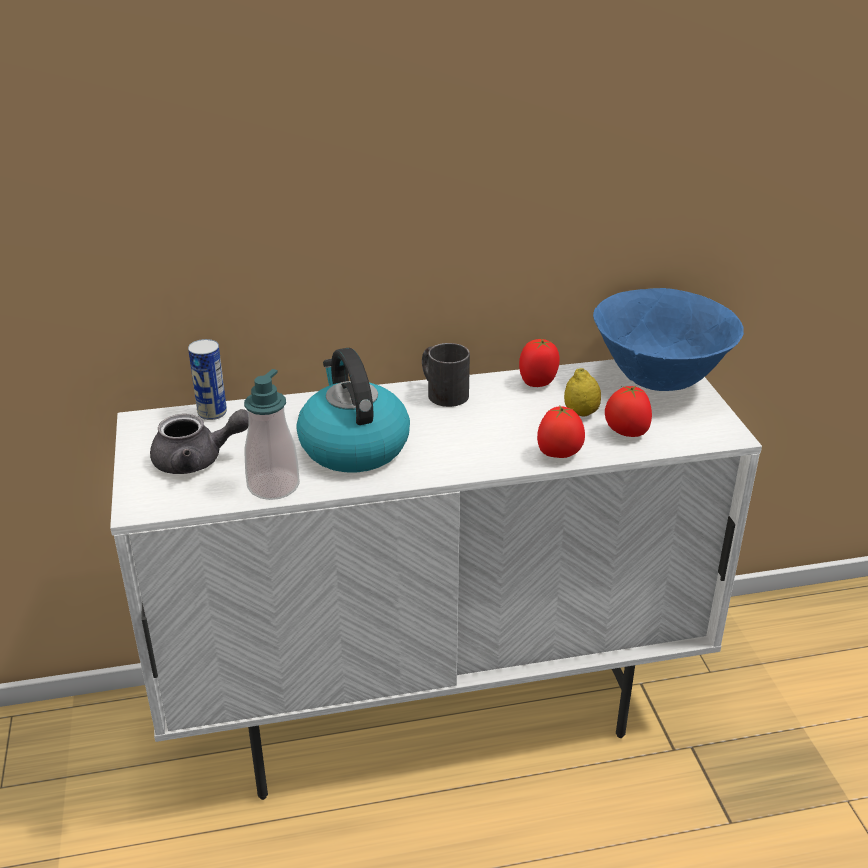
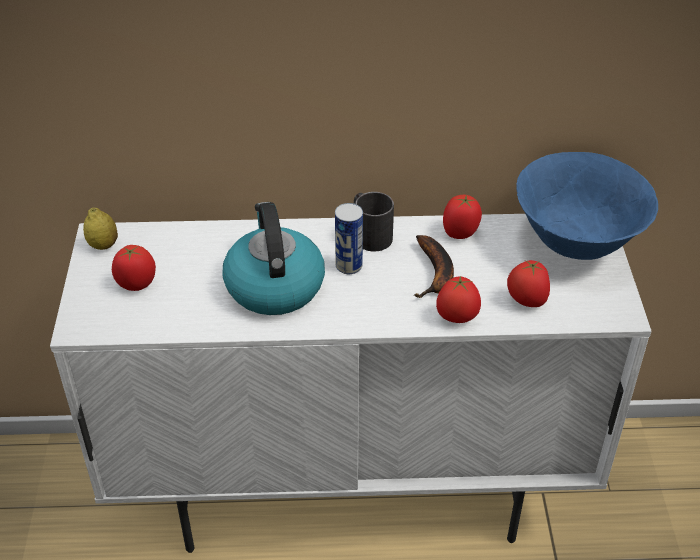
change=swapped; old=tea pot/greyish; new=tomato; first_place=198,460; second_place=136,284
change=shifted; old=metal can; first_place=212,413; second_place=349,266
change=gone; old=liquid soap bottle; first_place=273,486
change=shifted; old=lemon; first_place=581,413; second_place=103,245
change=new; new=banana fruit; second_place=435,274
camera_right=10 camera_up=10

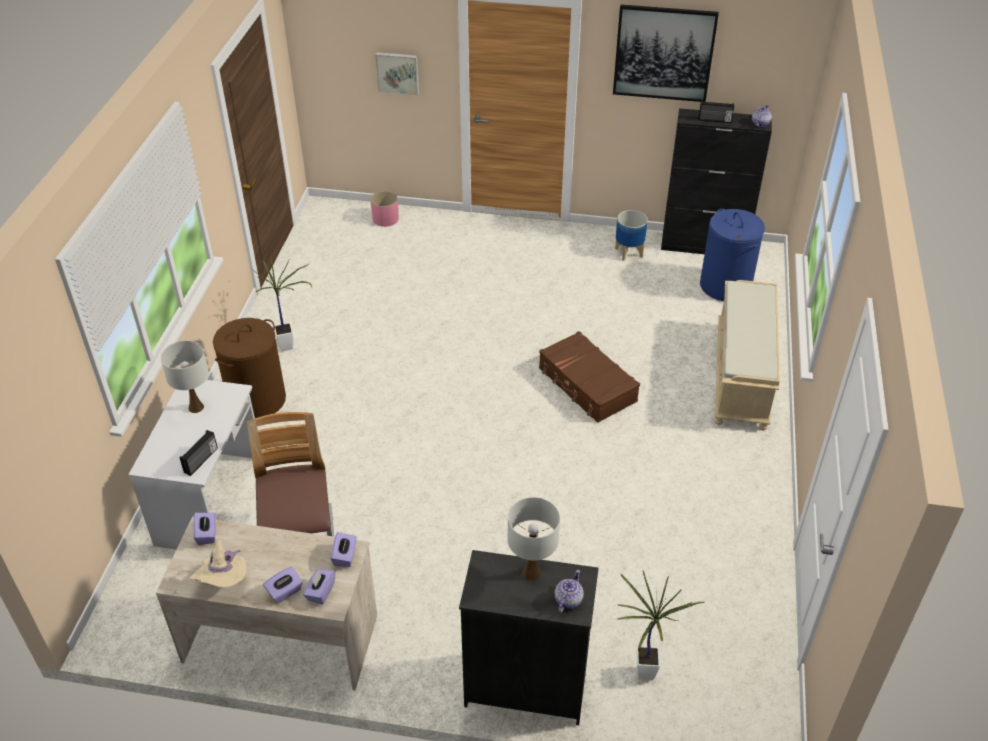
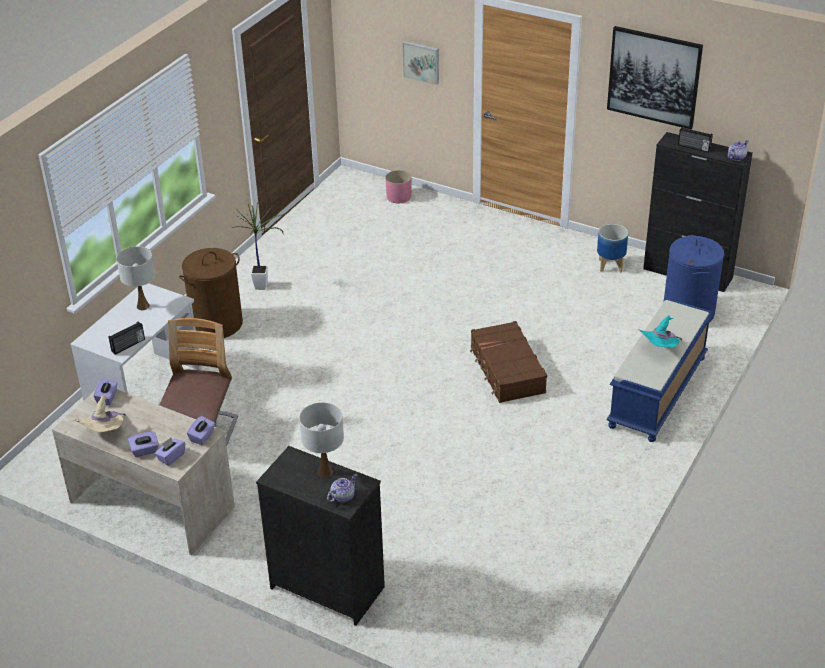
change=gone; old=potted plant; first_place=642,677
change=repainted; old=long seat/beige; new=long seat/bluish; first_place=742,376; second_place=658,392
change=new; new=wearable hat/blue-green; second_place=659,349
camera_right=20 camera_up=-5

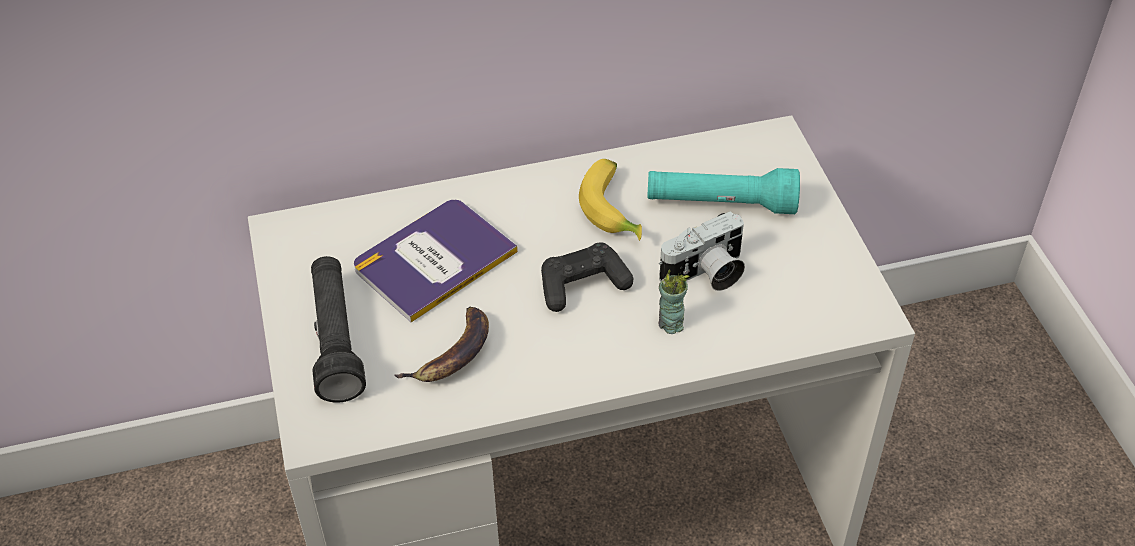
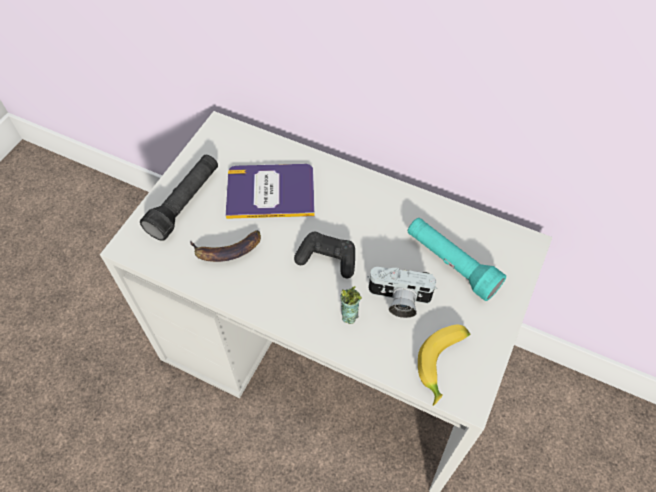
change=shifted; old=banana fruit; first_place=615,209; second_place=444,365
camera_right=40 camera_up=10

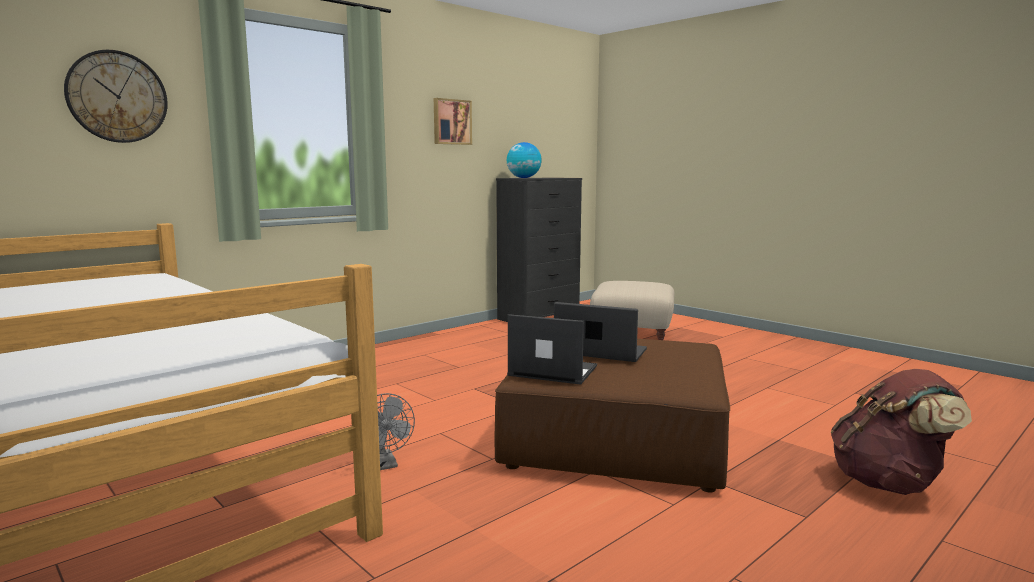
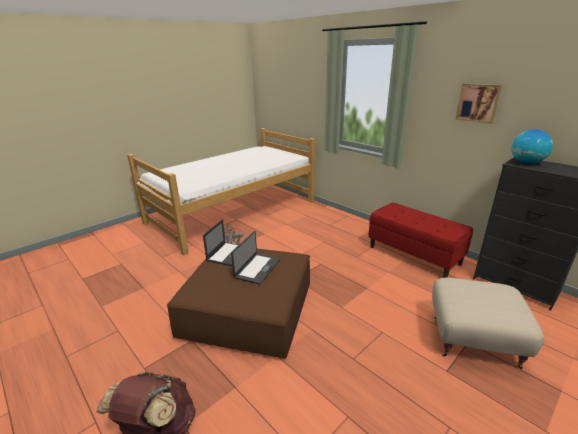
change=gone; old=hanging clock; first_place=117,97
change=new; new=long seat/red; second_place=414,255
camera_right=90 camera_up=15

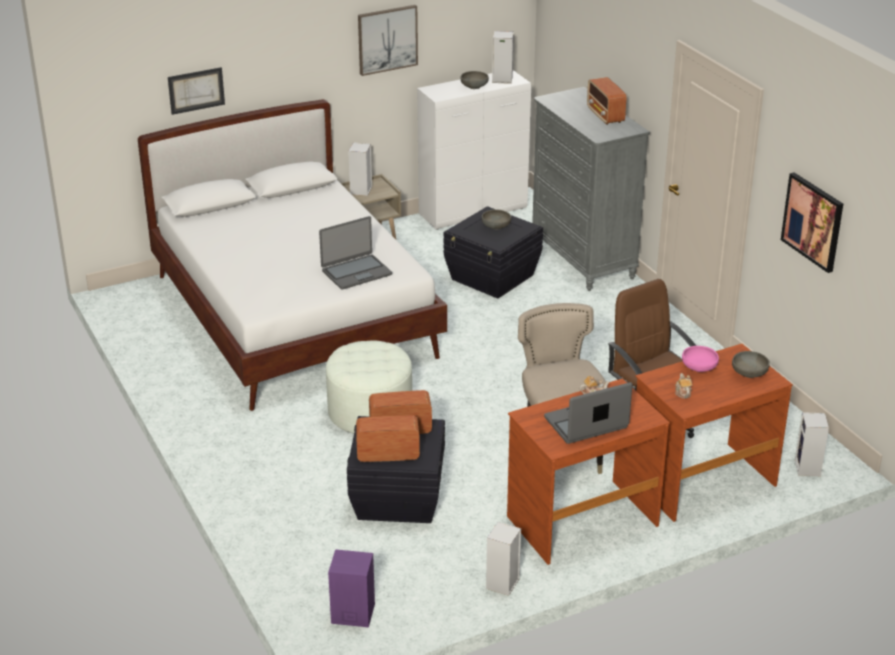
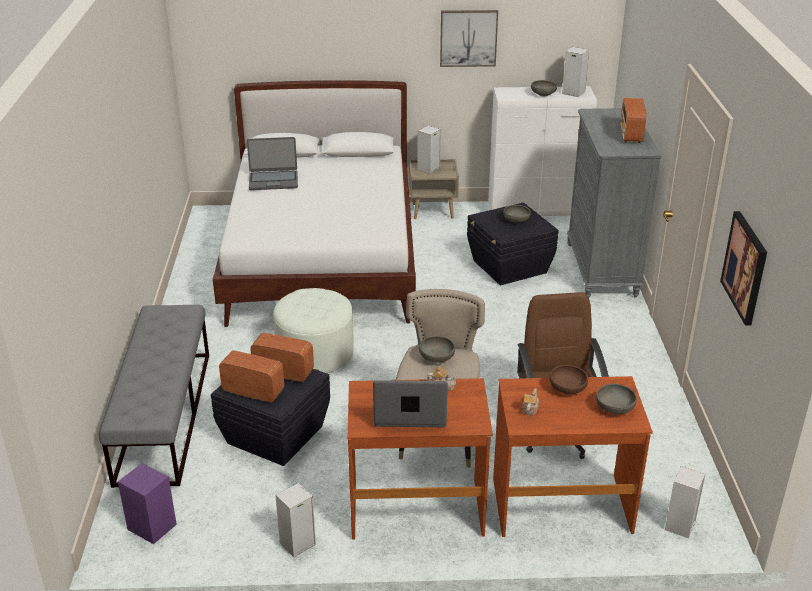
change=gone; old=wall picture; first_place=196,90
change=shifted; old=laptop; first_place=356,272; second_place=273,181
change=repainted; old=deep dish/pink-coloured; new=deep dish/brown-coloured; first_place=699,367; second_place=567,388
change=new; new=long seat/greyish; second_place=164,415
change=new; new=deep dish/greyish; second_place=436,358
camera_right=25 camera_up=0

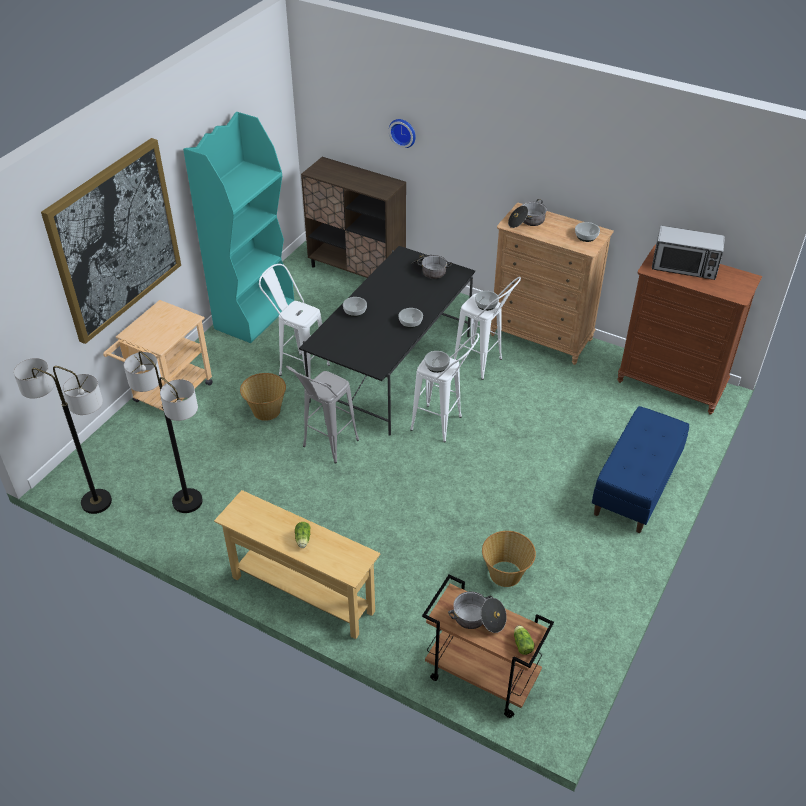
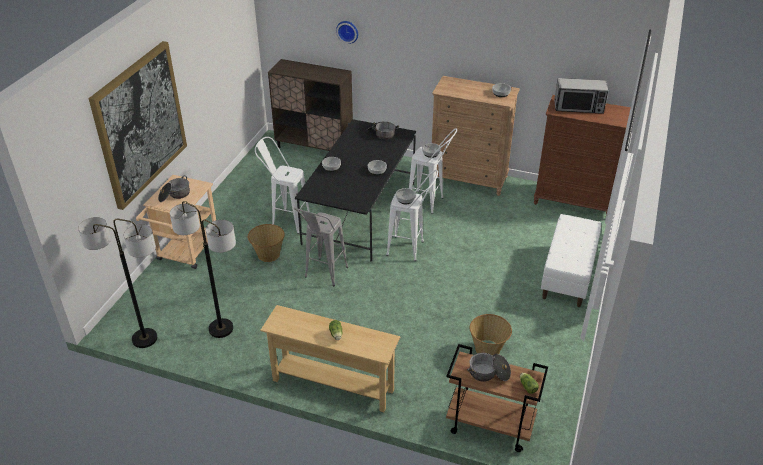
change=gone; old=bookshelf/blue-green; first_place=254,314
change=shifted; old=stockpot; first_place=527,221; second_place=174,195
change=repainted; old=long seat/bluish; new=long seat/whitish; first_place=636,487; second_place=568,275
camera_right=-10 camera_up=-5

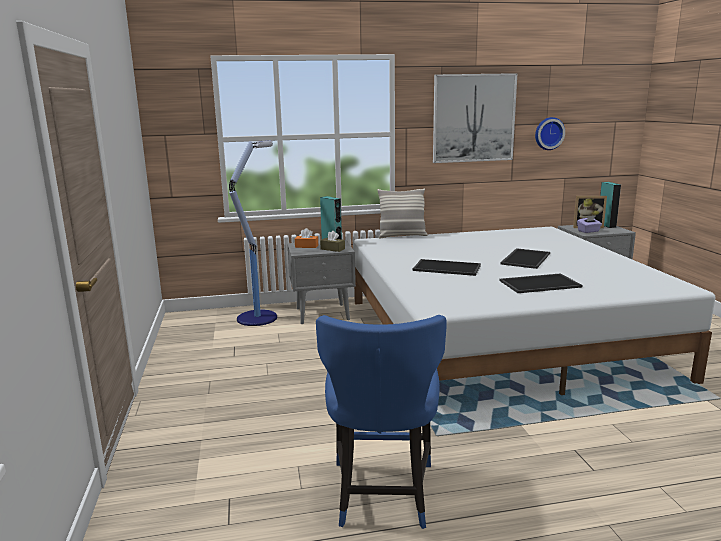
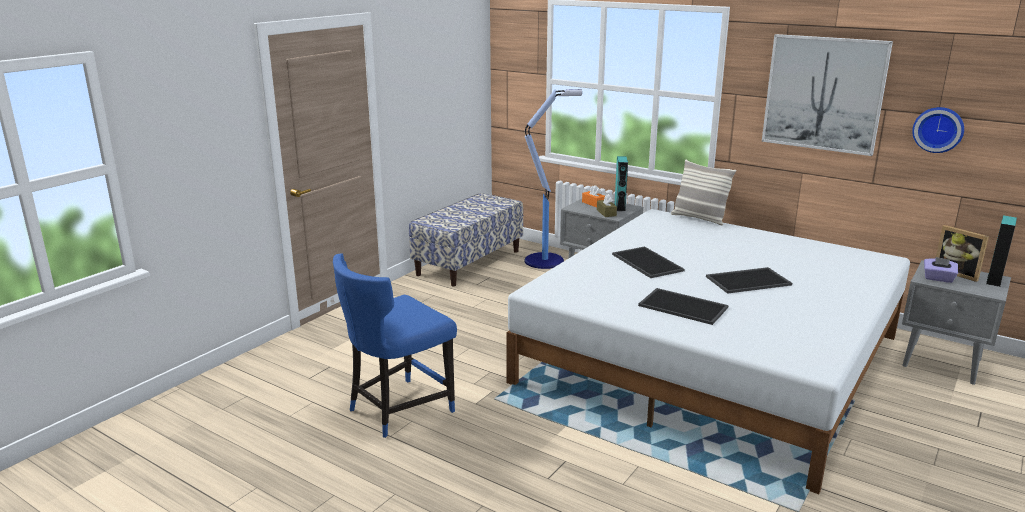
change=new; new=long seat; second_place=468,262
camera_right=45 camera_up=5

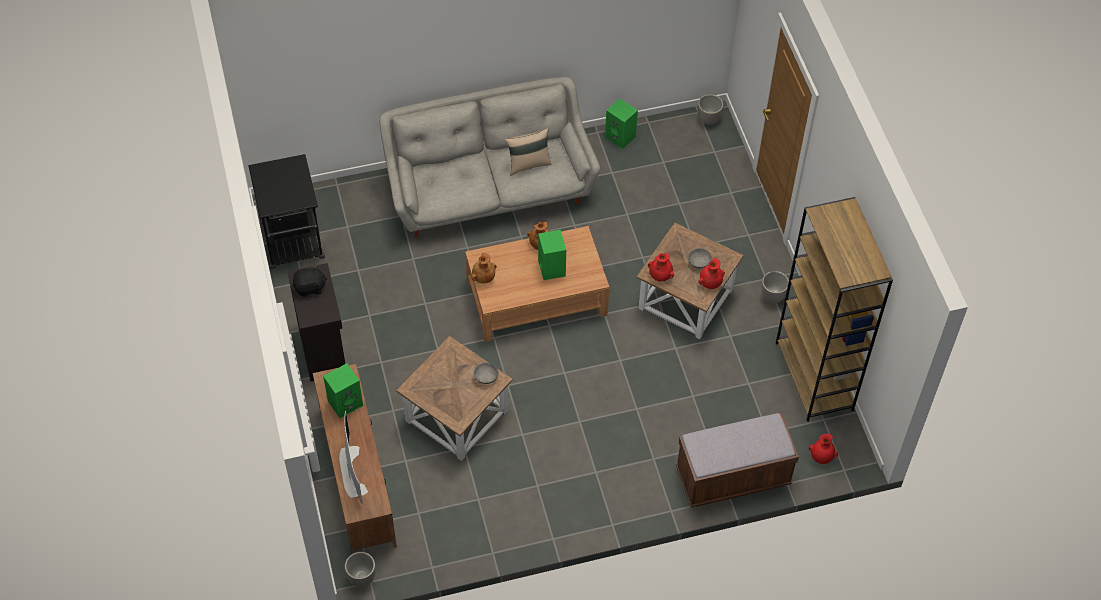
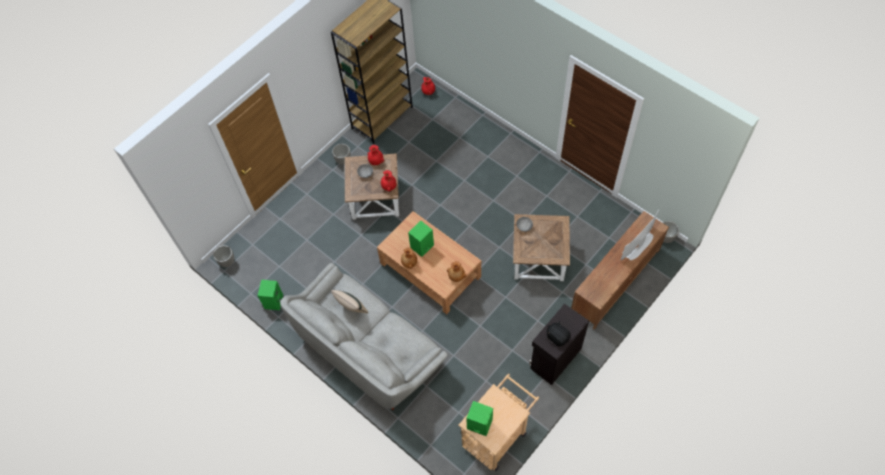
change=repainted; old=trolley/black; new=trolley/beige; first_place=294,245; second_place=497,434
change=shifted; old=speaker/greenish; first_place=345,402; second_place=479,424
change=gone; old=long seat/brown-coloured; first_place=732,477
camera_right=-120 camera_up=5

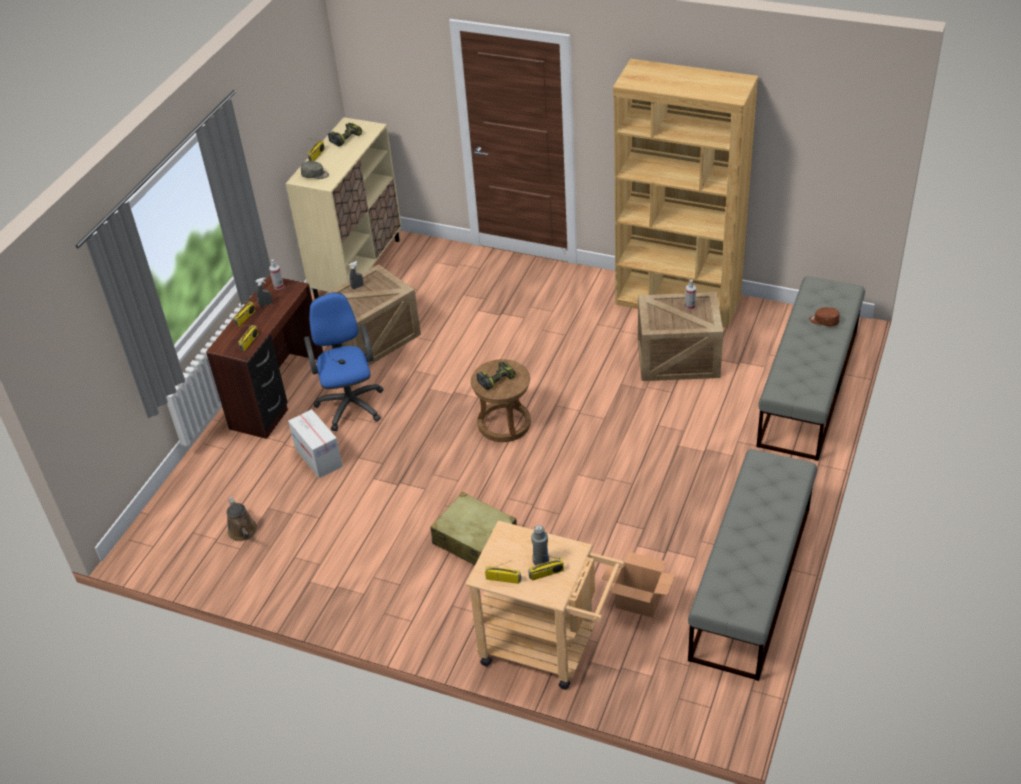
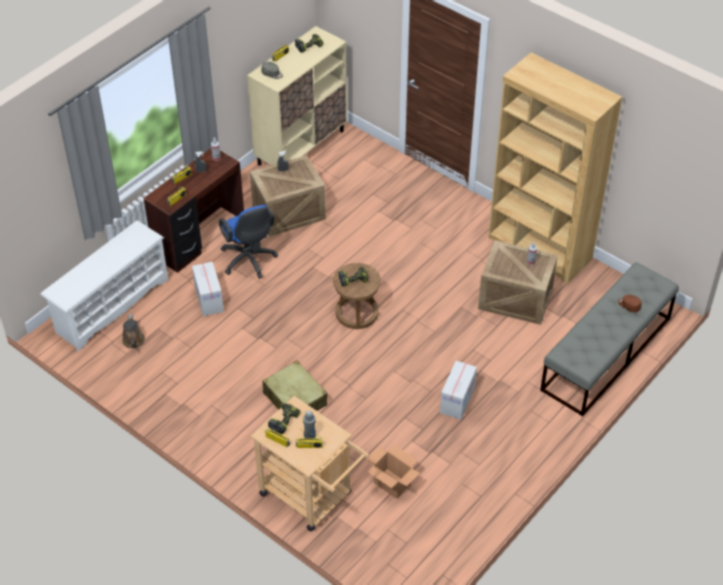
change=rotated; old=computer chair/bluish; first_place=350,403; second_place=249,261; degrees=150
change=gone; old=long seat/greyish; first_place=751,582
change=new; new=shoe stand/whitish; second_place=111,305
change=new; new=drill; second_place=283,420
change=new; new=cardboard box; second_place=457,400
camera_right=15 camera_up=5

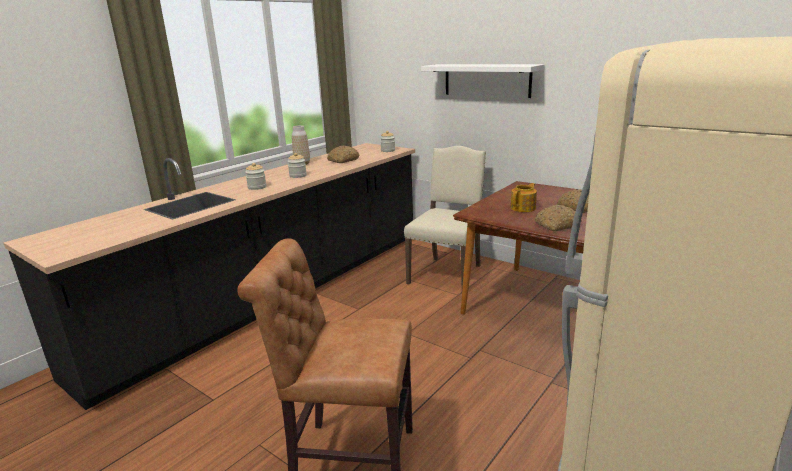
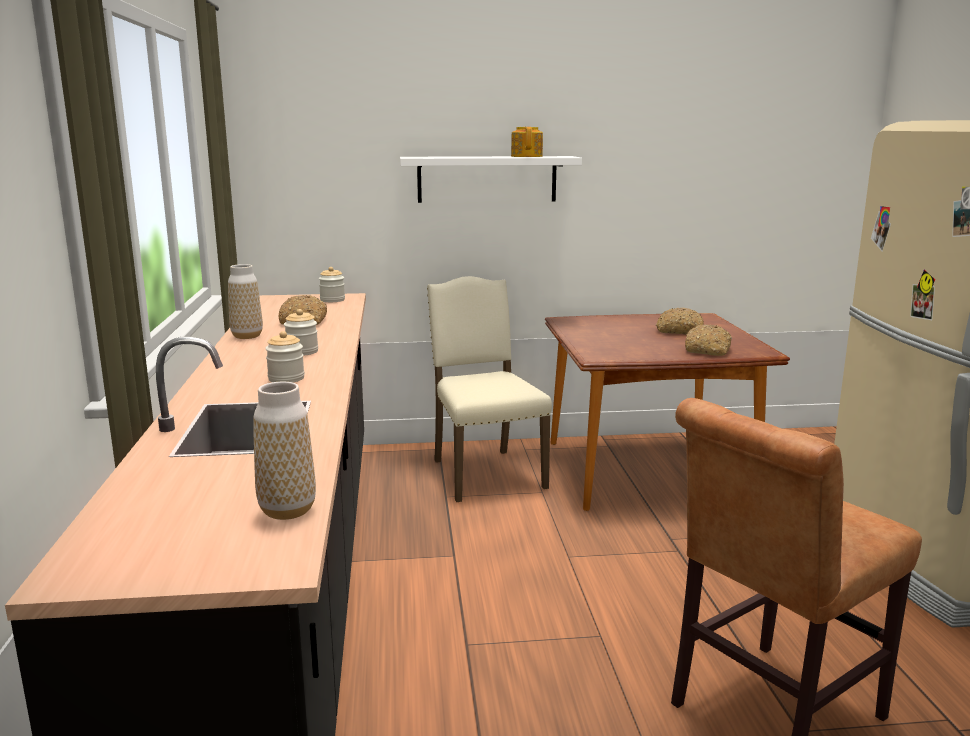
change=shifted; old=tea pot; first_place=523,208; second_place=527,156
change=new; new=vase; second_place=287,510
camera_right=-45 camera_up=-5

